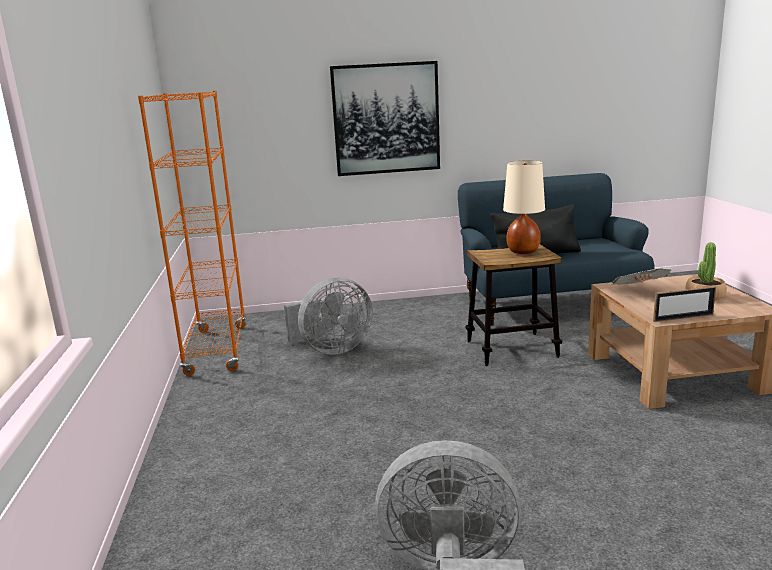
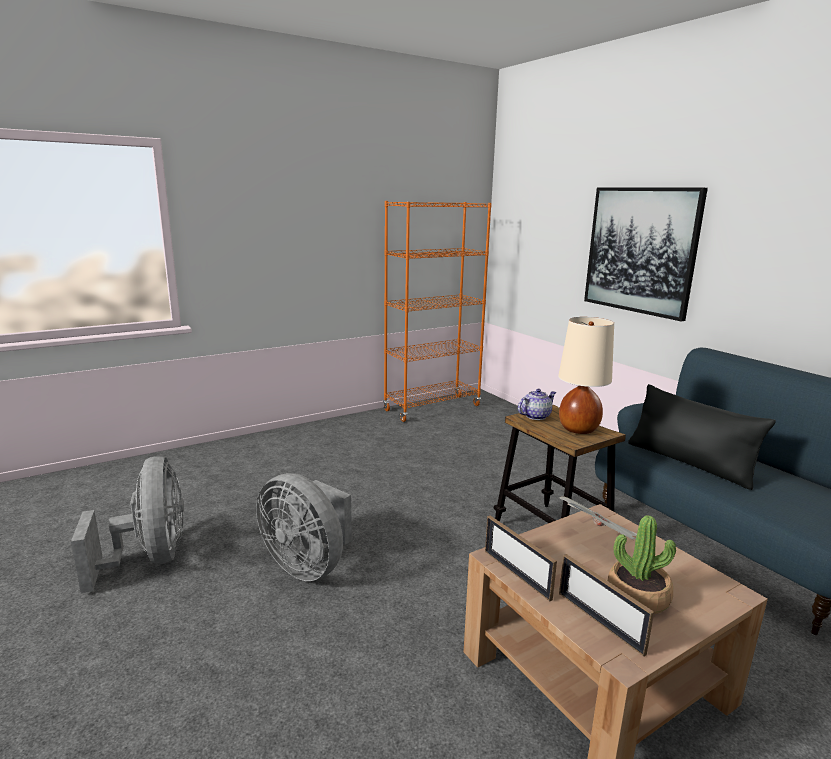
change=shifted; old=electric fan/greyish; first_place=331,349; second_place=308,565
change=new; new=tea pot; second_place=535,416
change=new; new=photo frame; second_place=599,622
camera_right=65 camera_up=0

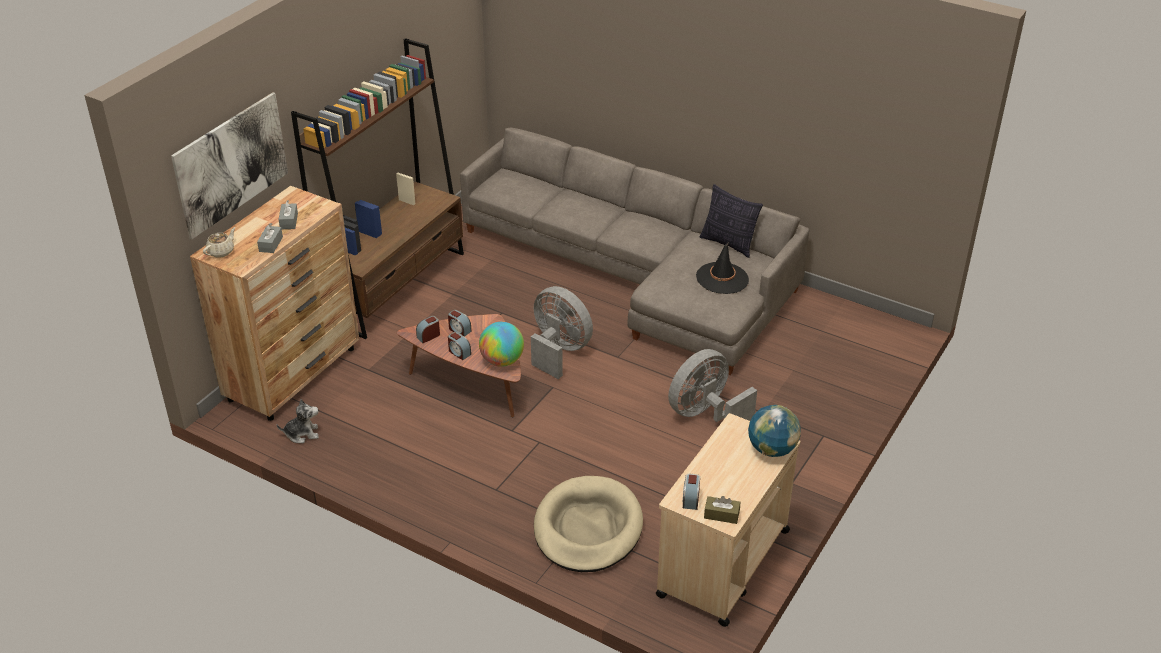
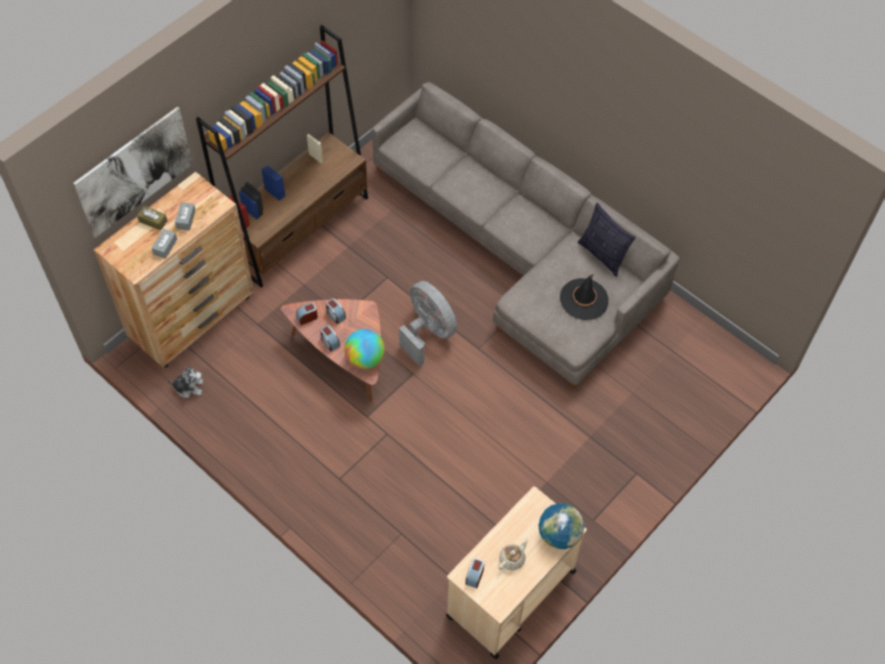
change=shifted; old=tea pot/beige; first_place=221,251; second_place=512,559
change=gone; old=pet bed/beige; first_place=588,528
change=gone; old=electric fan/greyish; first_place=705,414
change=shifted; old=tissue holder/brown-coloured; first_place=721,515; second_place=153,221
camera_right=10 camera_up=20

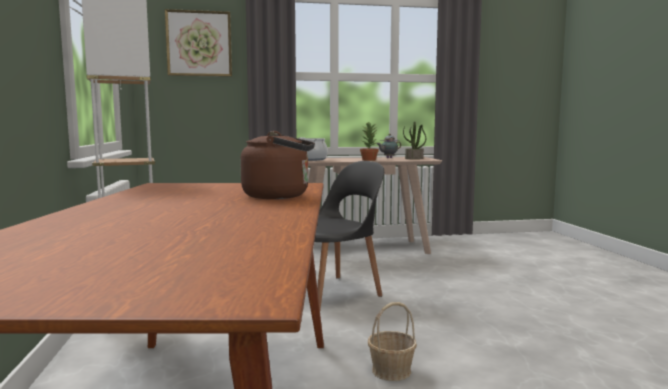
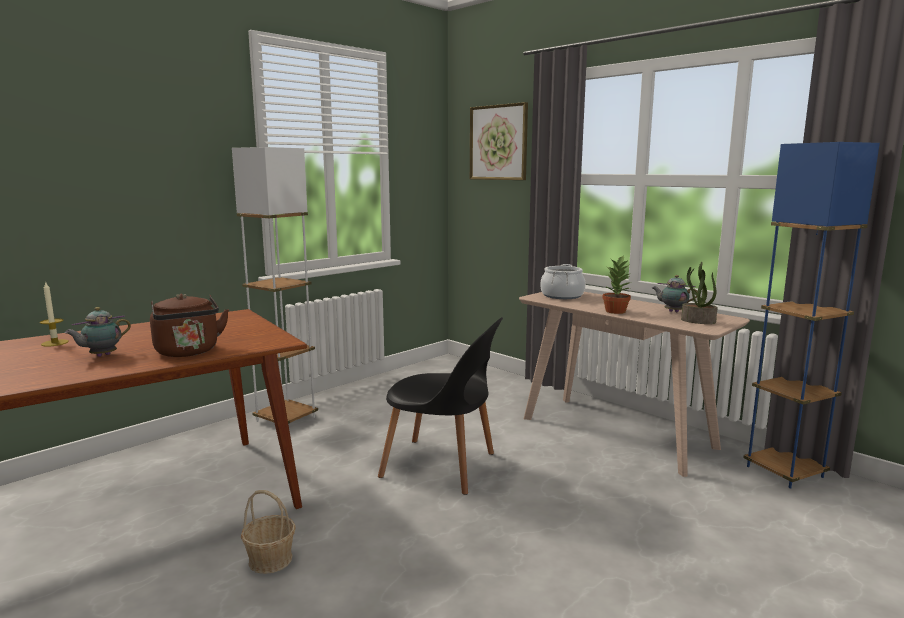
change=new; new=wax light; second_place=55,343
change=new; new=tea pot; second_place=101,356
change=new; new=standard lamp/bluish; second_place=784,471
camera_right=55 camera_up=5

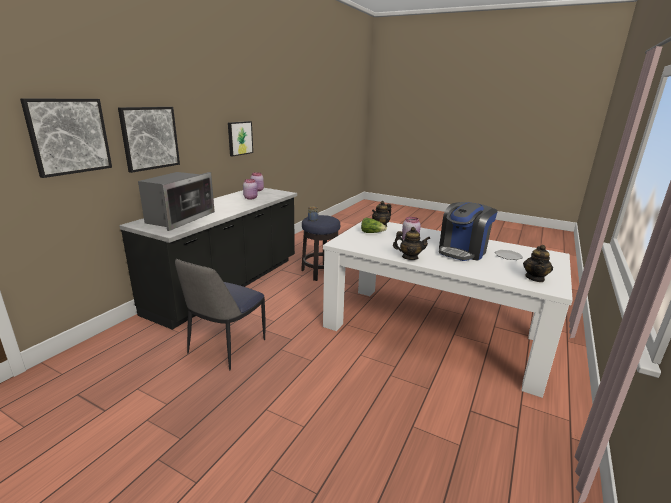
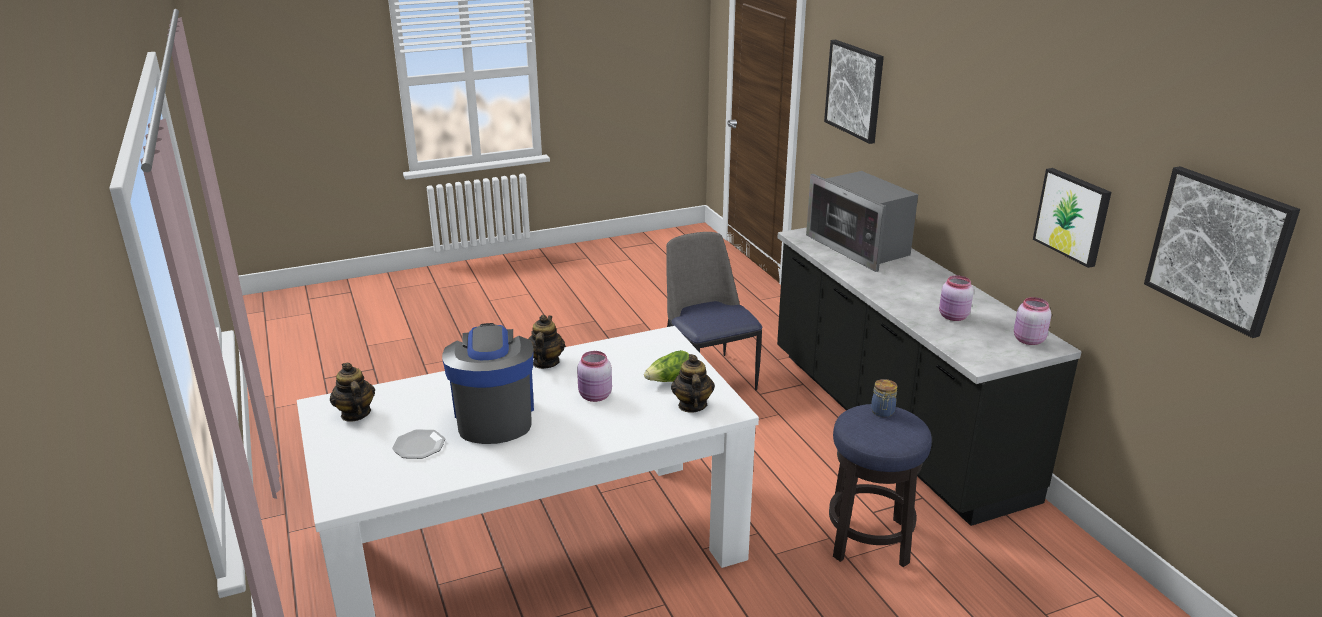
change=shifted; old=wall picture; first_place=150,138; second_place=1218,249
change=rotated; old=tea pot; first_place=409,257; second_place=545,363; degrees=135
camera_right=130 camera_up=5

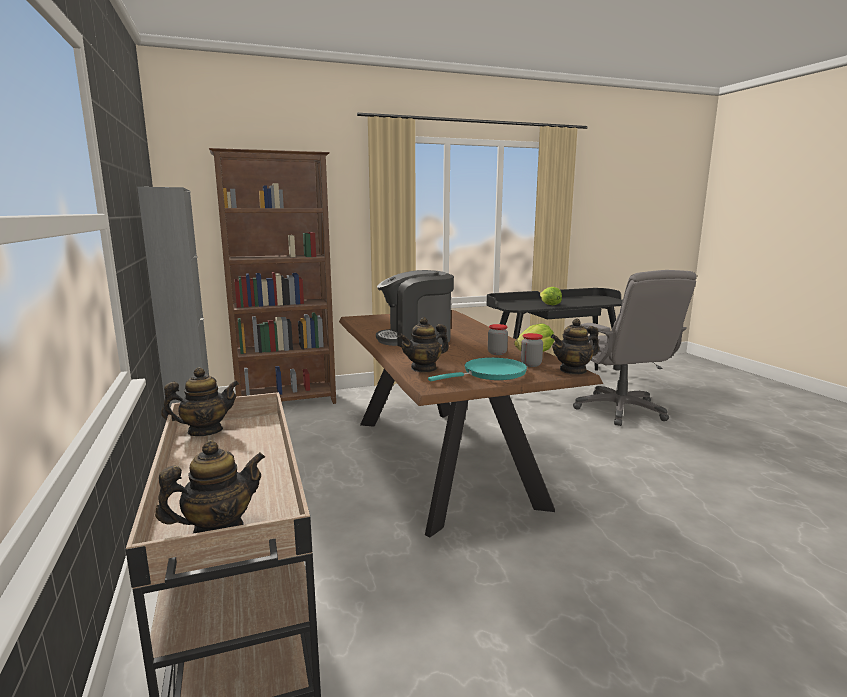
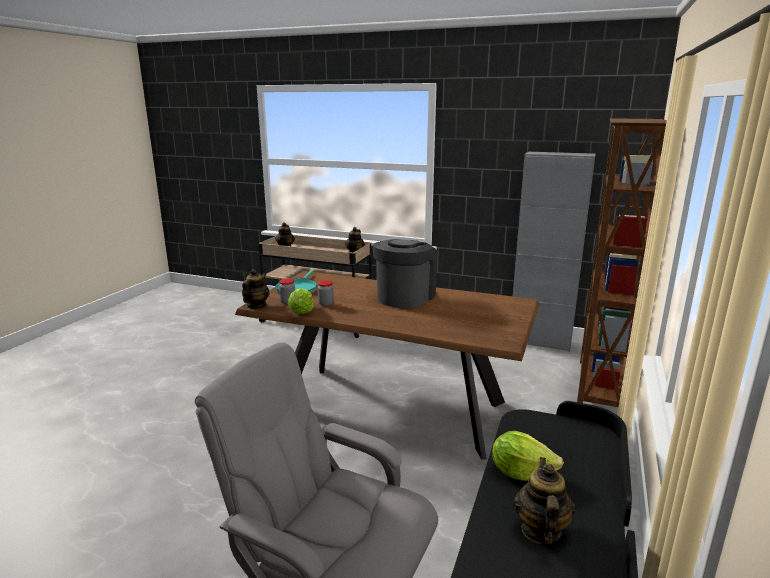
change=shifted; old=tea pot; first_place=424,368; second_place=540,530
camera_right=130 camera_up=5

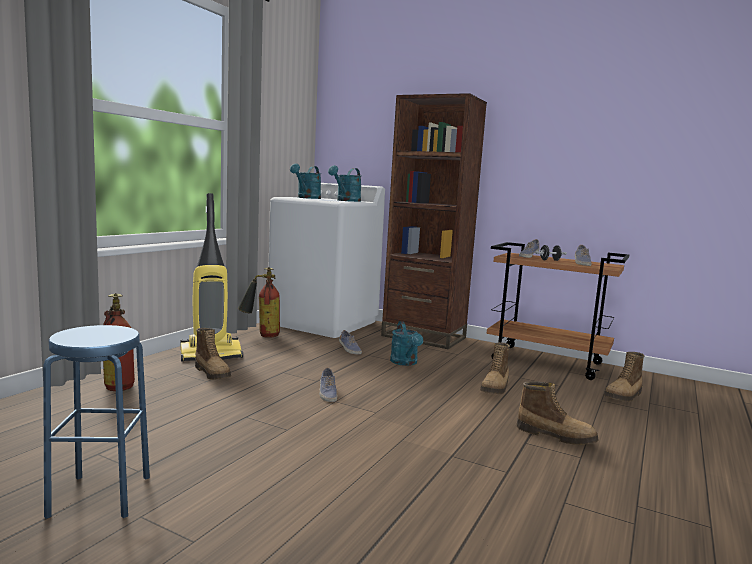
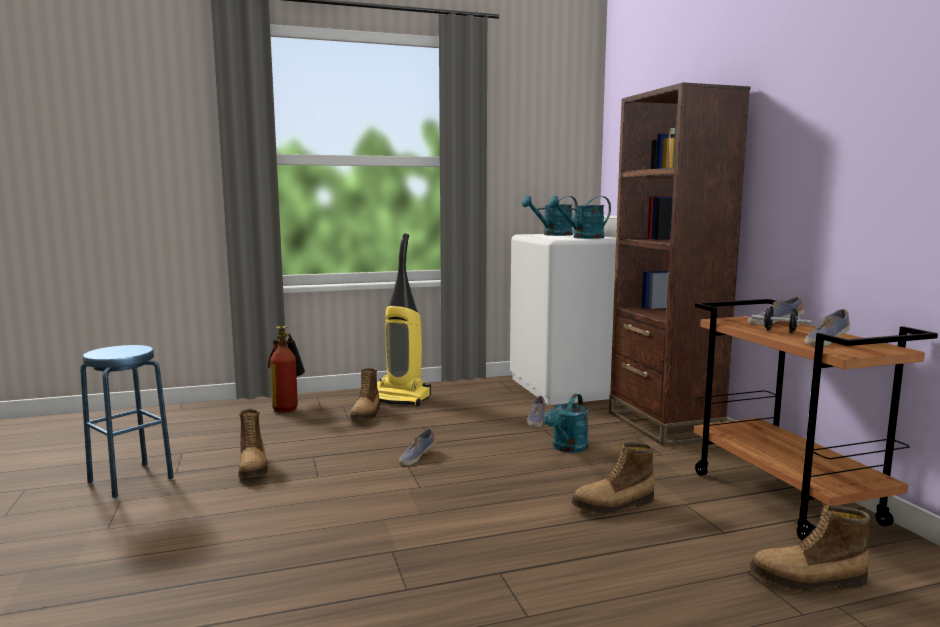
change=gone; old=extinguisher; first_place=261,335
change=shifted; old=tall boot; first_place=555,436; second_place=253,467
camera_right=45 camera_up=0

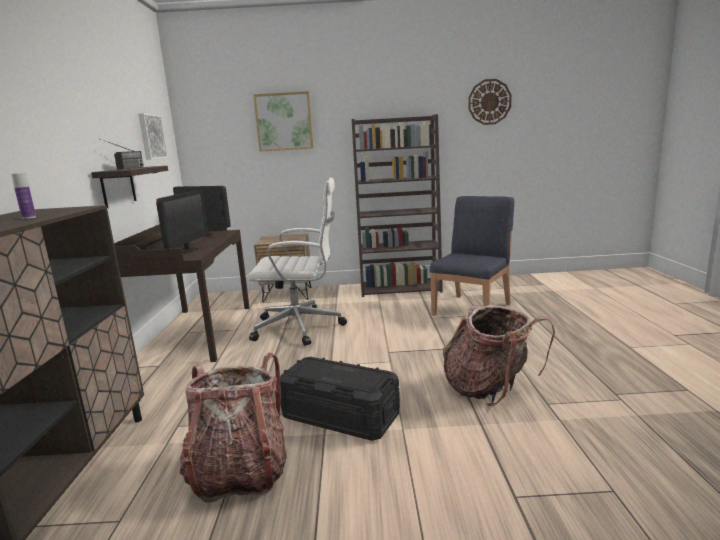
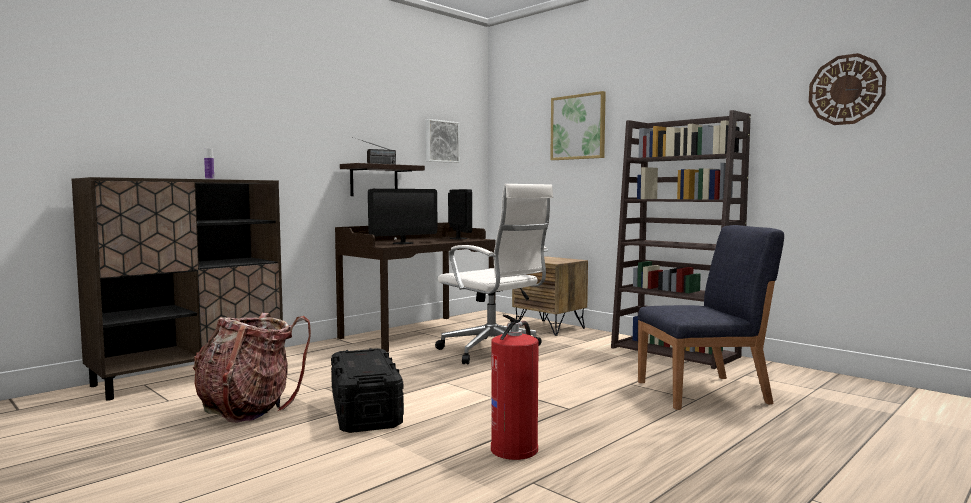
change=swapped; old=rucksack; new=extinguisher; first_place=490,389; second_place=515,449
camera_right=45 camera_up=-10

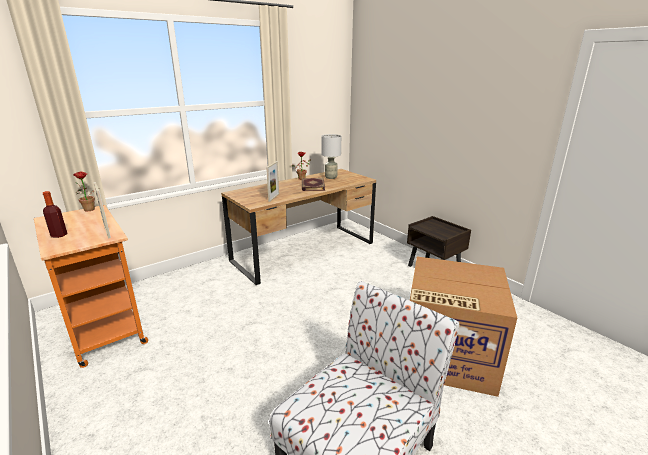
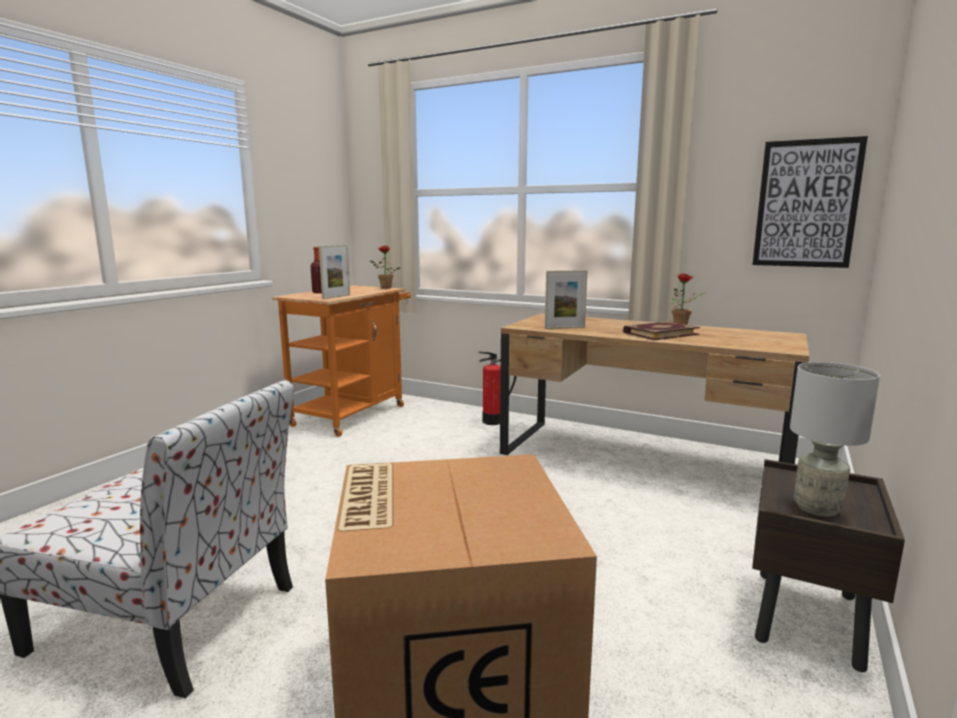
change=shifted; old=tabletop lamp/greyish; first_place=331,177; second_place=818,508
change=new; new=extinguisher; second_place=493,421
change=new; new=wall picture; second_place=806,204
camera_right=65 camera_up=-10

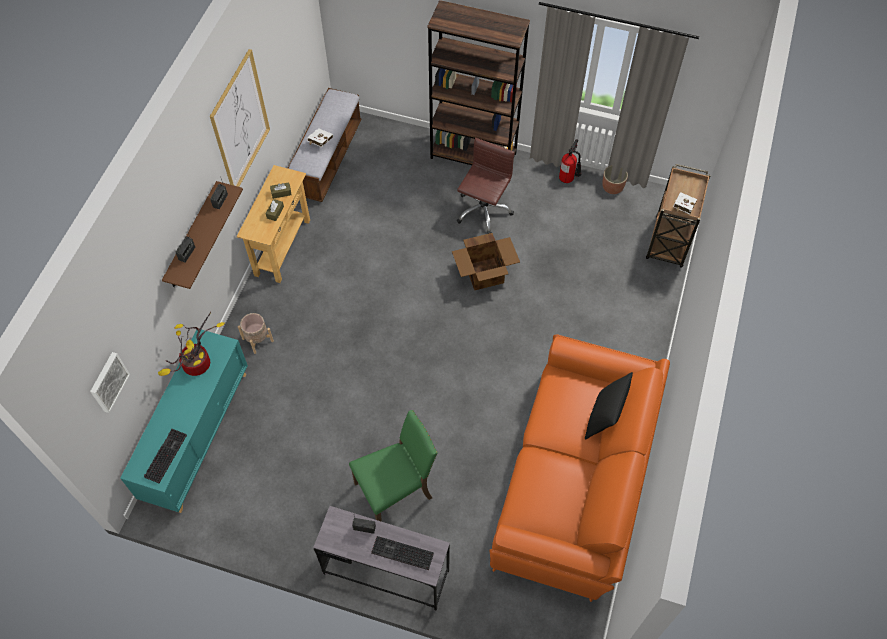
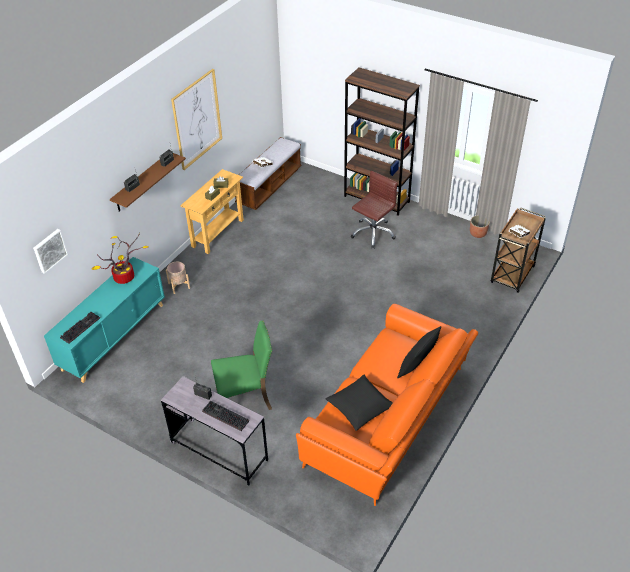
change=gone; old=cardboard box; first_place=485,274
change=gone; old=extinguisher; first_place=568,179
change=new; new=pillow/black; second_place=360,406
camera_right=15 camera_up=-15

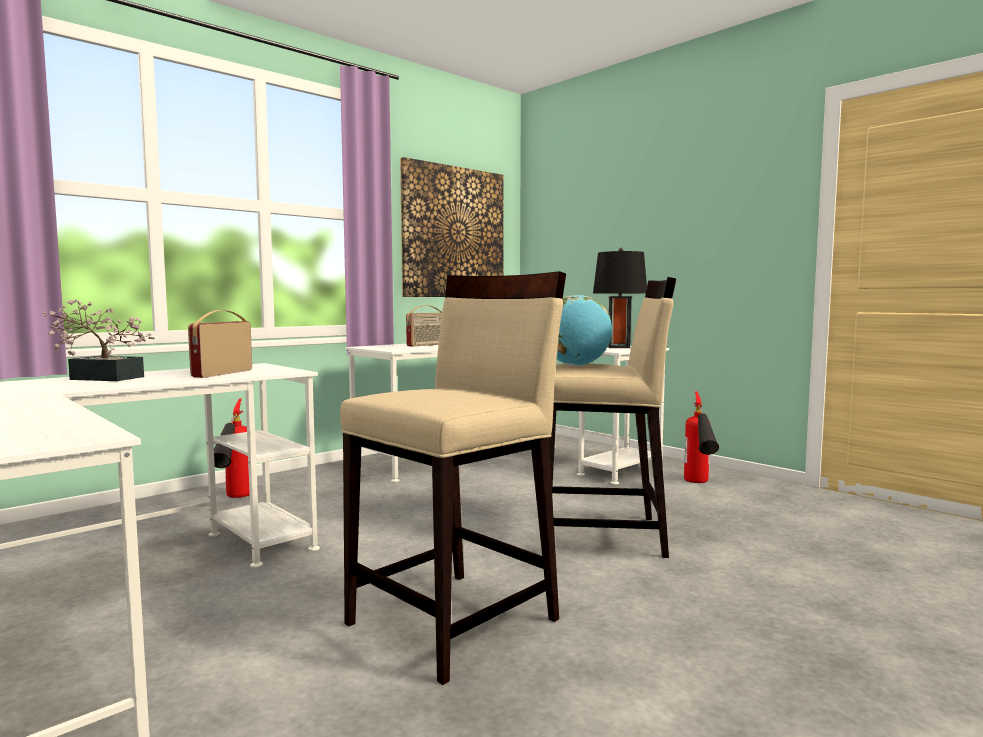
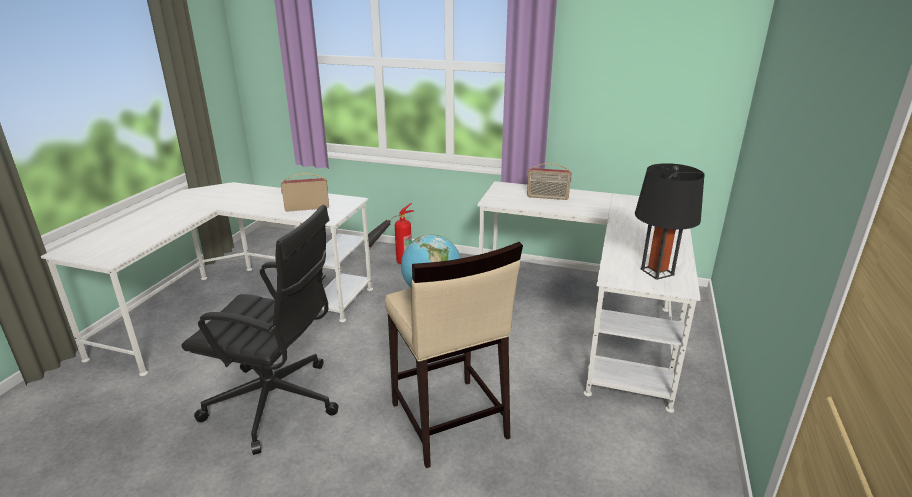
change=gone; old=potted plant; first_place=101,378
change=swapped; old=stool/beige; new=computer chair/black; first_place=455,621; second_place=277,403
change=gone; old=wall picture; first_place=453,232
change=gone; old=extinguisher; first_place=699,486
camera_right=60 camera_up=20

